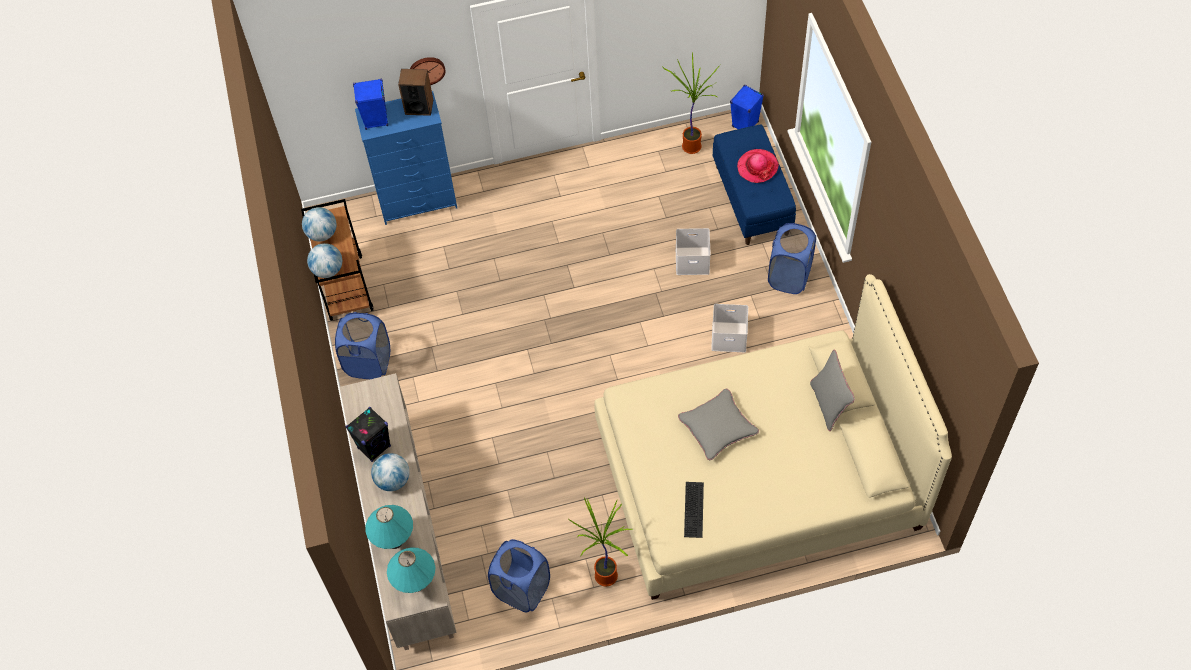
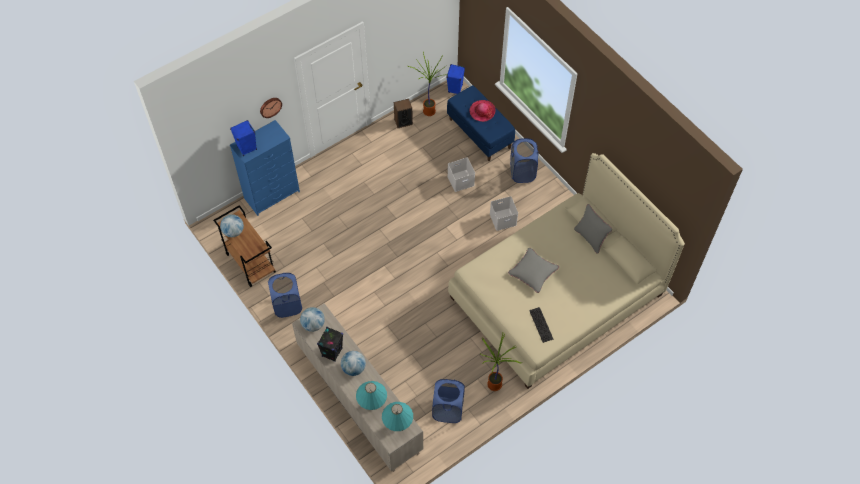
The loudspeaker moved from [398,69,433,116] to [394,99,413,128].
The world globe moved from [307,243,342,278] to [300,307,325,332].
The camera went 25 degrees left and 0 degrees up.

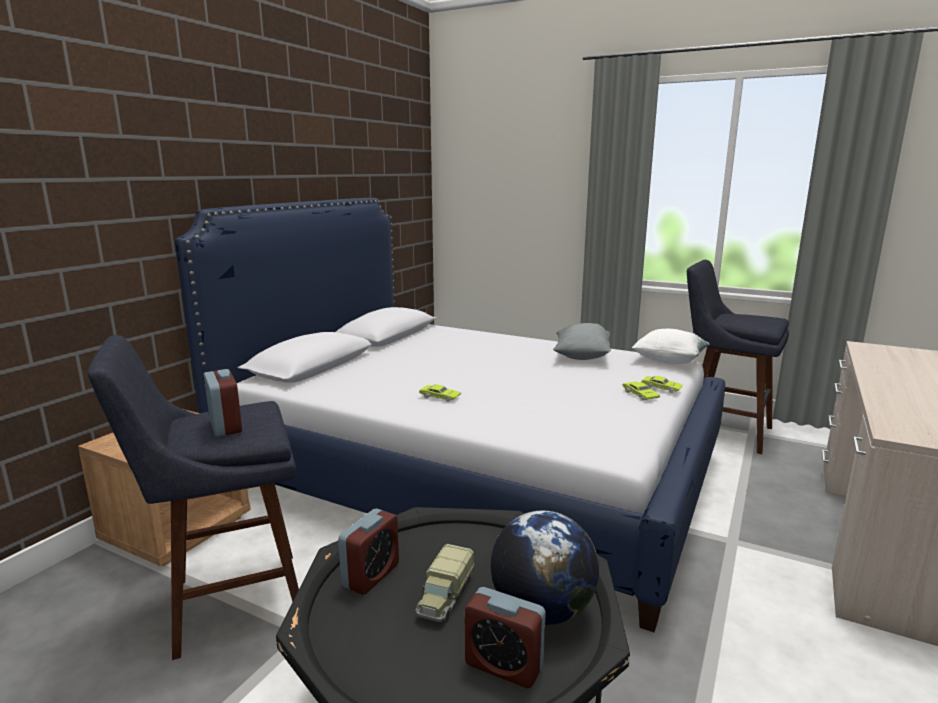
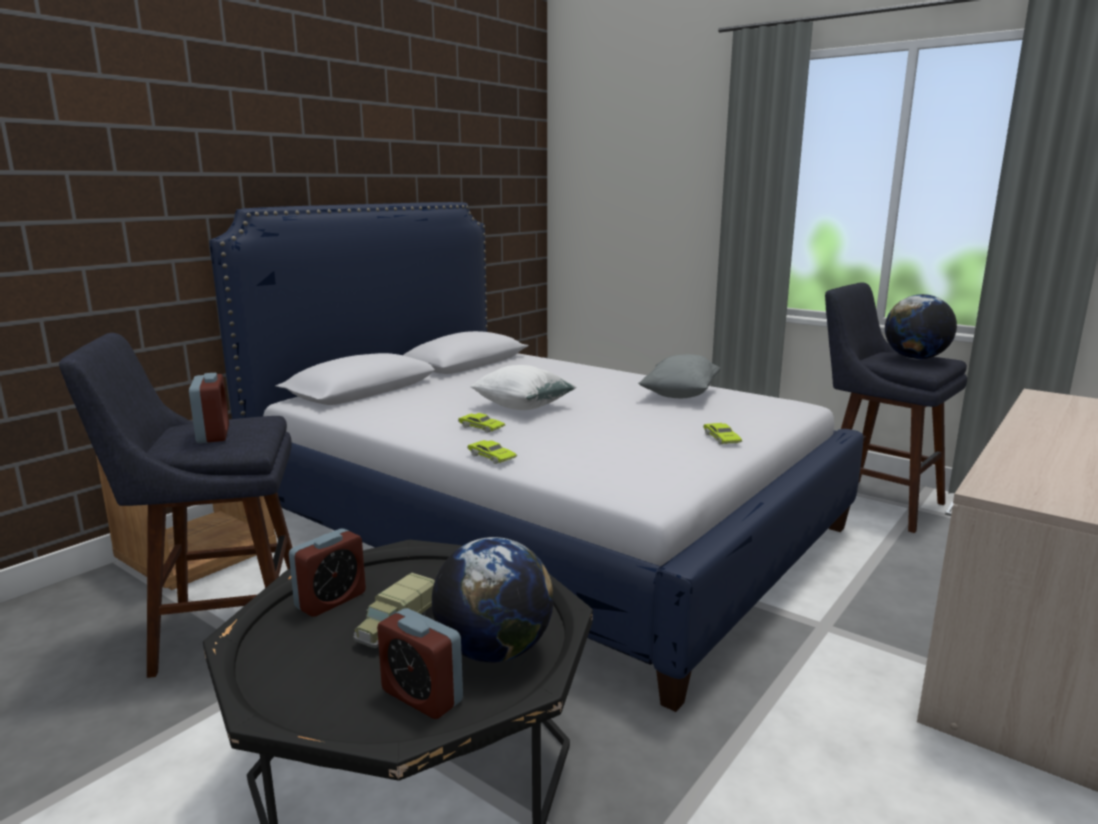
The cushion in whitish moved from [632,329,710,364] to [470,365,577,410].
The model car in green-coloured moved from [641,376,683,393] to [467,440,517,464].
The world globe at [885,294,957,360] appeared.
The camera went 10 degrees right and 0 degrees up.

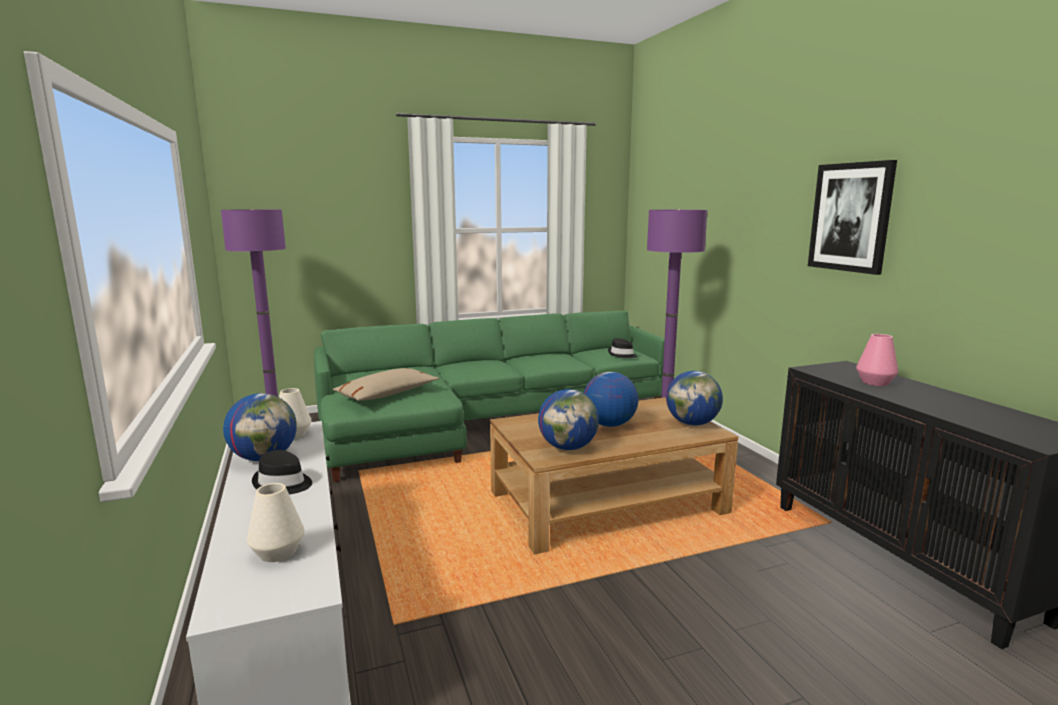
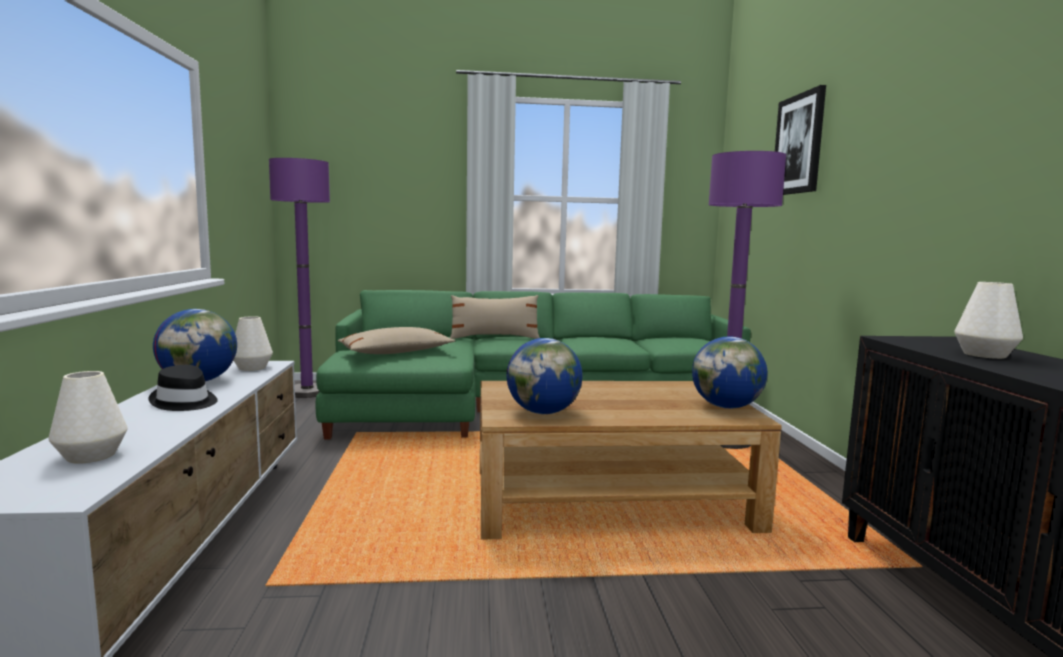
The wall art moved from [808,160,897,275] to [775,85,826,195].
The decorative vase in pink-coloured at [856,334,899,386] became the decorative vase in whitish at [954,282,1023,359].
The clothing hat in black at [608,338,637,358] disappeared.
The world globe at [584,372,638,427] disappeared.
The cushion in beige-coloured at [450,295,540,339] appeared.
The camera went 15 degrees right and 5 degrees down.

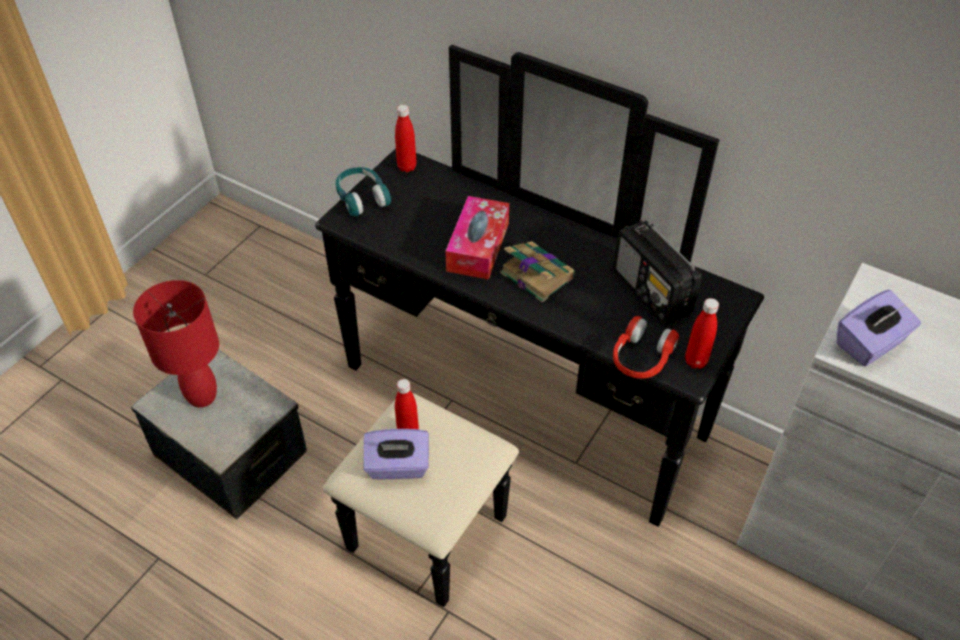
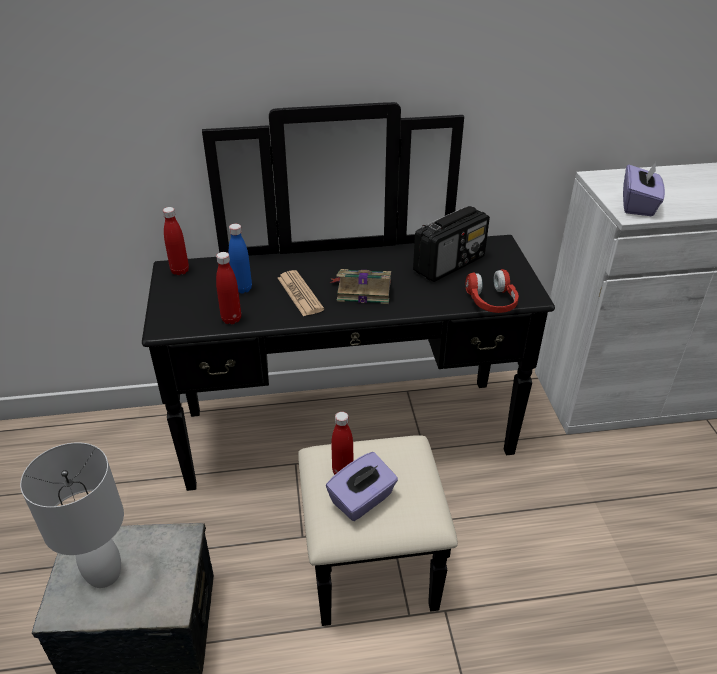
The headphones in blue-green at [335,167,391,217] disappeared.
The tissue holder at [445,196,509,280] was replaced by the daily paper at [278,270,324,317].
The radio at [613,220,702,325] turned 60 degrees counterclockwise.
The tabletop lamp in red at [133,280,219,407] became the tabletop lamp in whitish at [20,442,124,588].
The bottle in red moved from [685,298,719,369] to [216,252,241,324].
The bottle in bluish at [229,224,252,294] appeared.
The camera went 40 degrees left and 10 degrees down.

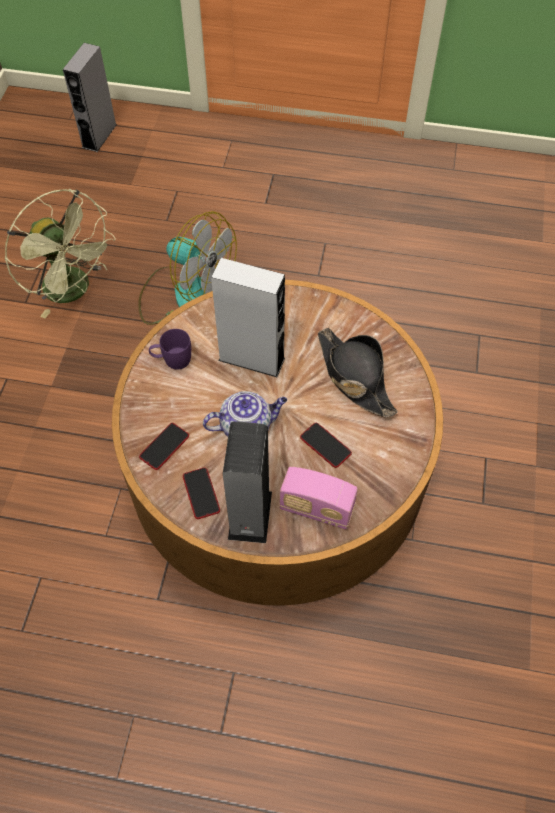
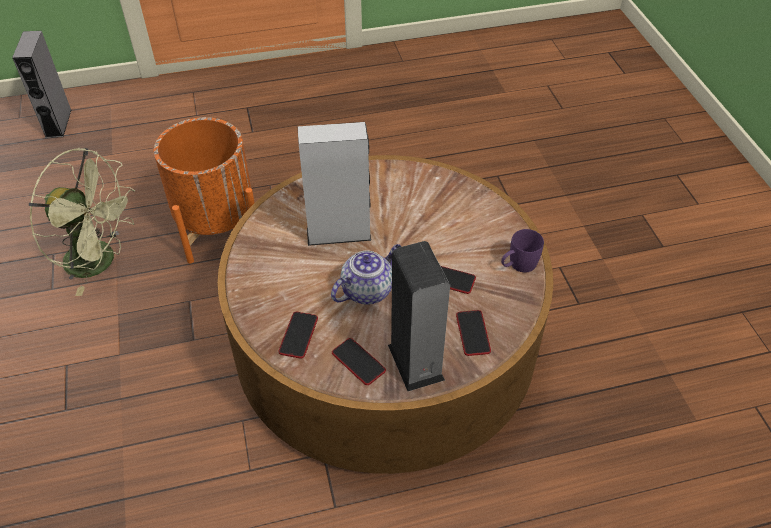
The fan at [138,211,237,325] was replaced by the plant pot in orangey at [154,117,255,264].
The clothing hat in black at [318,328,398,418] disappeared.
The tea mug in purplish moved from [149,329,191,370] to [501,229,544,272].
The radio at [279,467,358,529] was replaced by the phone at [456,310,491,356].
The camera went 25 degrees left and 10 degrees down.

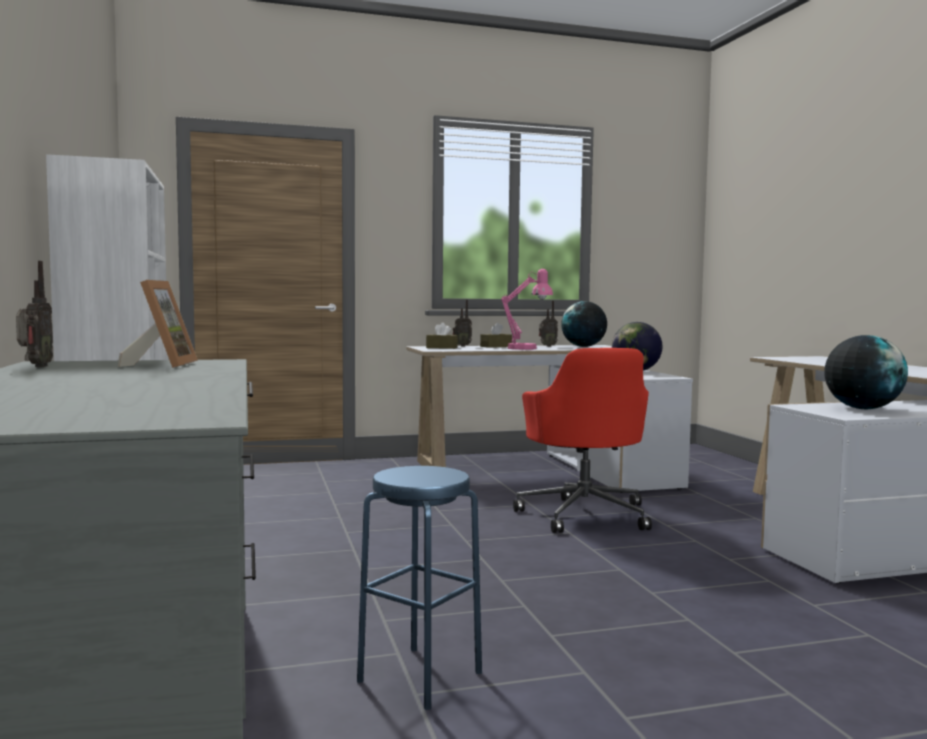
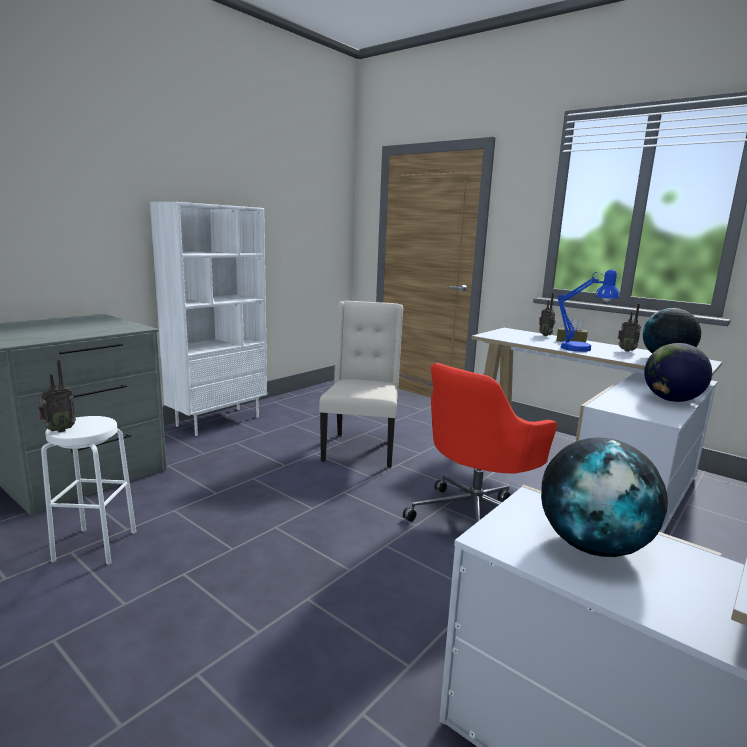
The radio moved from [16,261,53,367] to [38,360,76,433].
The tabletop lamp in pink-coloured at [501,269,553,350] became the tabletop lamp in bluish at [557,269,620,352].
The photo frame at [117,280,198,368] disappeared.
The tissue holder in brown-coloured at [426,322,458,349] disappeared.
The sitting stool in bluish at [357,466,482,710] became the sitting stool in whitish at [41,416,136,565].
The chair in beige-coloured at [319,301,403,467] appeared.
The camera went 55 degrees right and 10 degrees up.

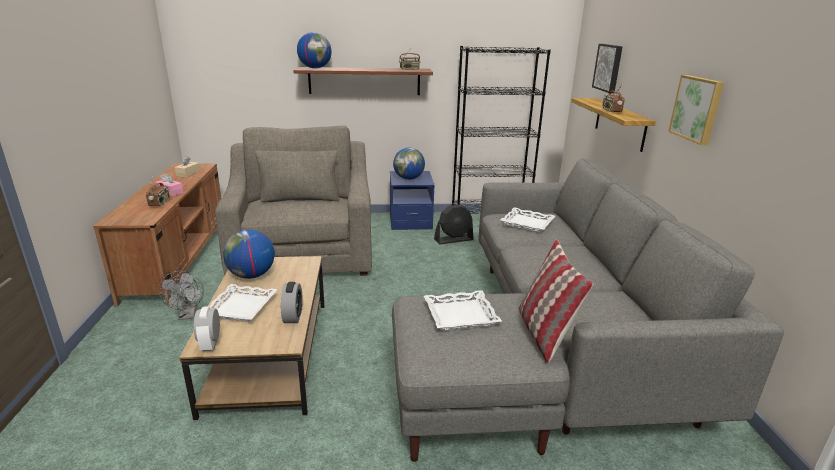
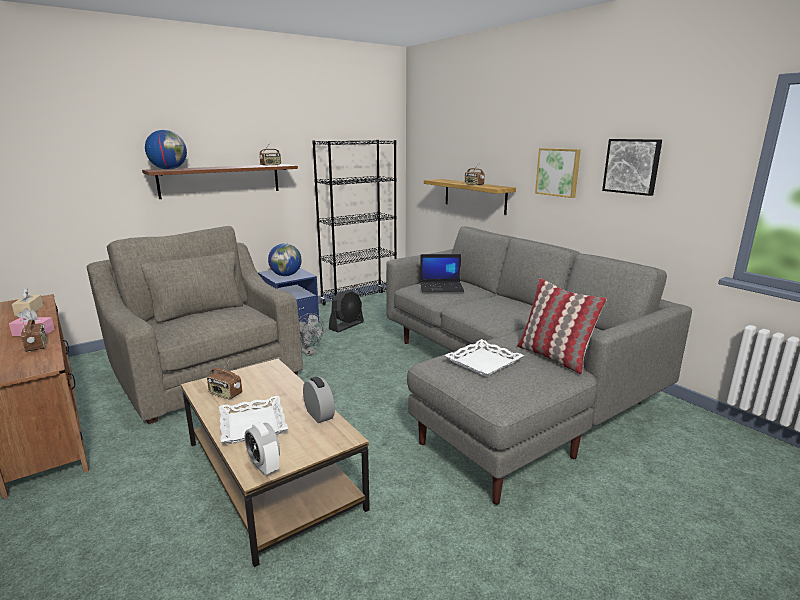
The wall art moved from [592,44,622,93] to [602,139,662,196].
The carrying tray in whitish at [500,207,555,232] was replaced by the portable computer at [420,254,464,293].
The world globe at [223,229,275,279] was replaced by the radio at [207,360,242,400].
The fan in grey moved from [159,271,204,320] to [299,313,324,356].
The camera went 30 degrees left and 5 degrees down.

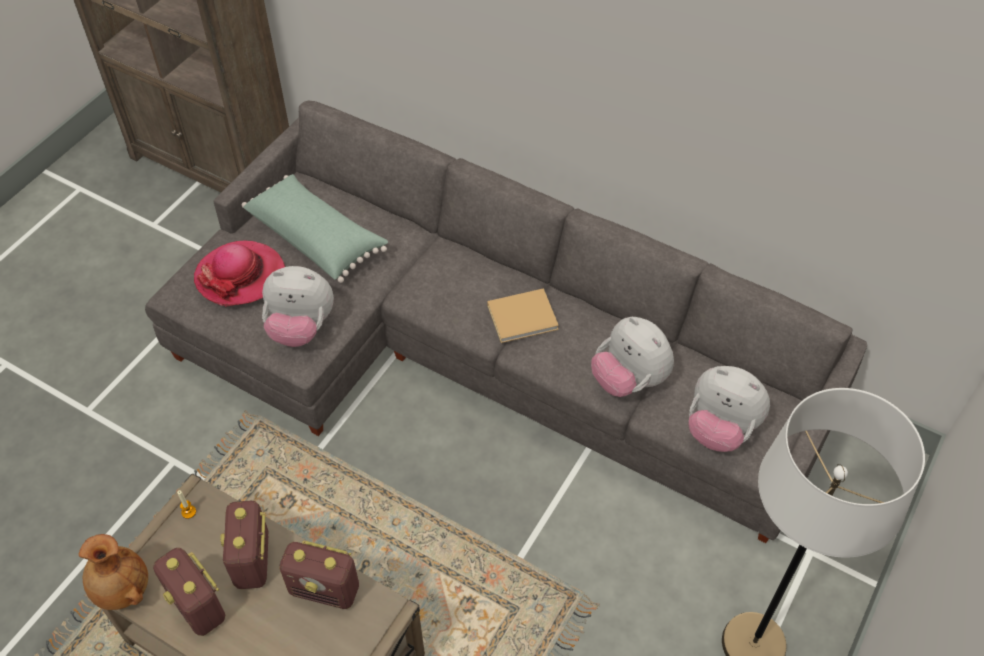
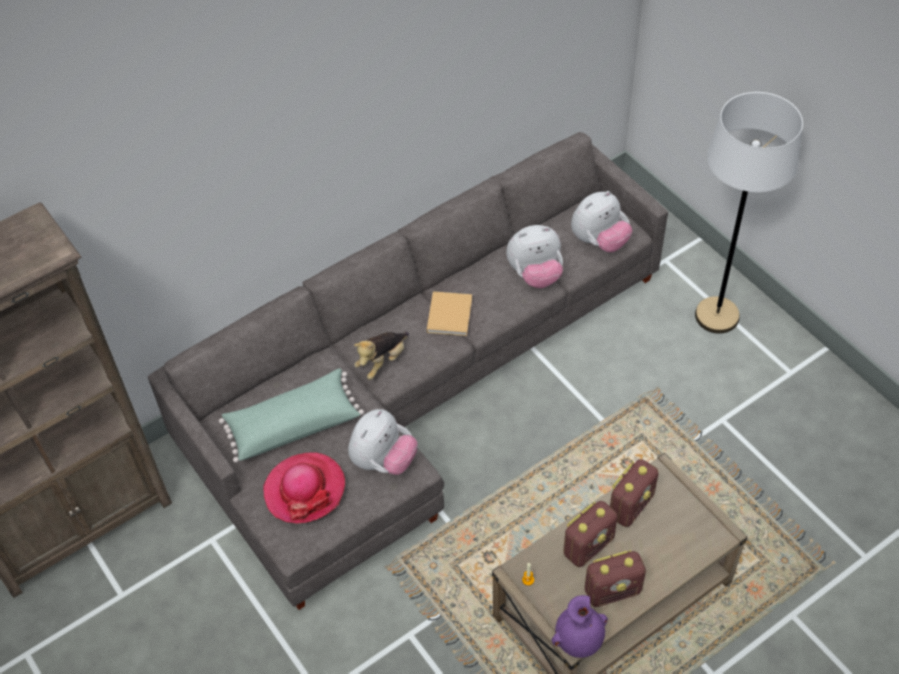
The radio at [220,501,268,589] turned 60 degrees counterclockwise.
The decorative vase in brown-coloured at [79,534,148,610] became the decorative vase in purplish at [551,595,608,658].
The cuddly toy at [354,332,409,380] appeared.
The camera went 65 degrees left and 0 degrees up.

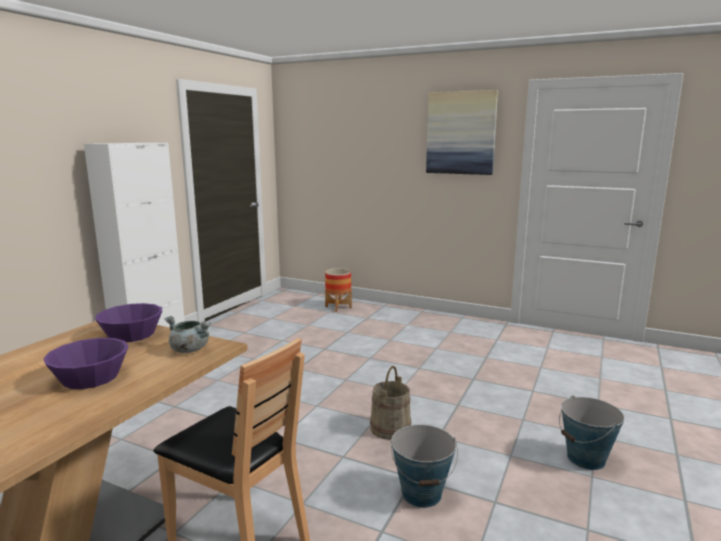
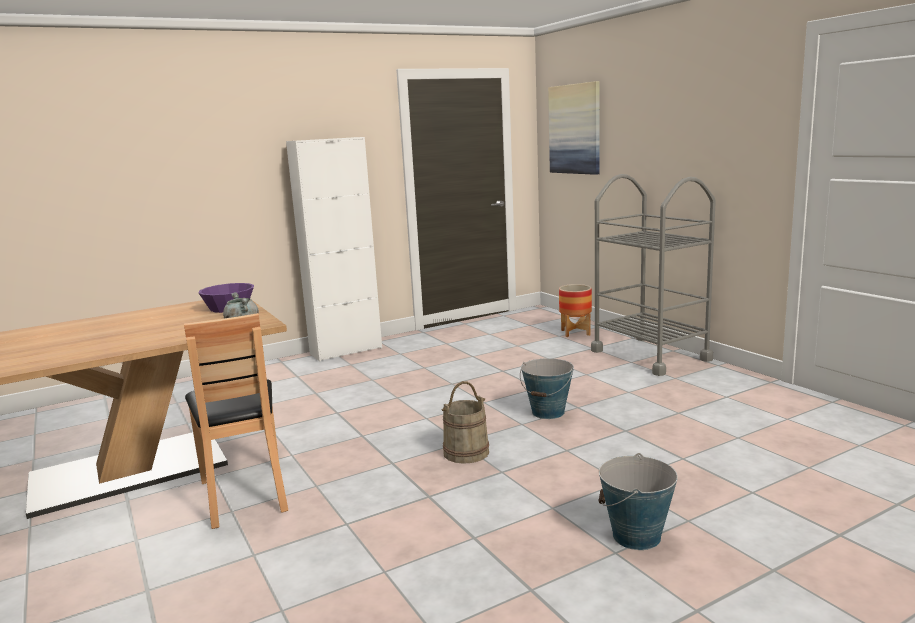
The wall art moved from [426,90,498,175] to [548,81,600,175].
The deep dish in purplish at [43,338,129,389] disappeared.
The pail moved from [391,425,458,508] to [520,358,574,419].
The trolley in grey at [591,174,716,376] appeared.
The camera went 35 degrees right and 0 degrees up.

